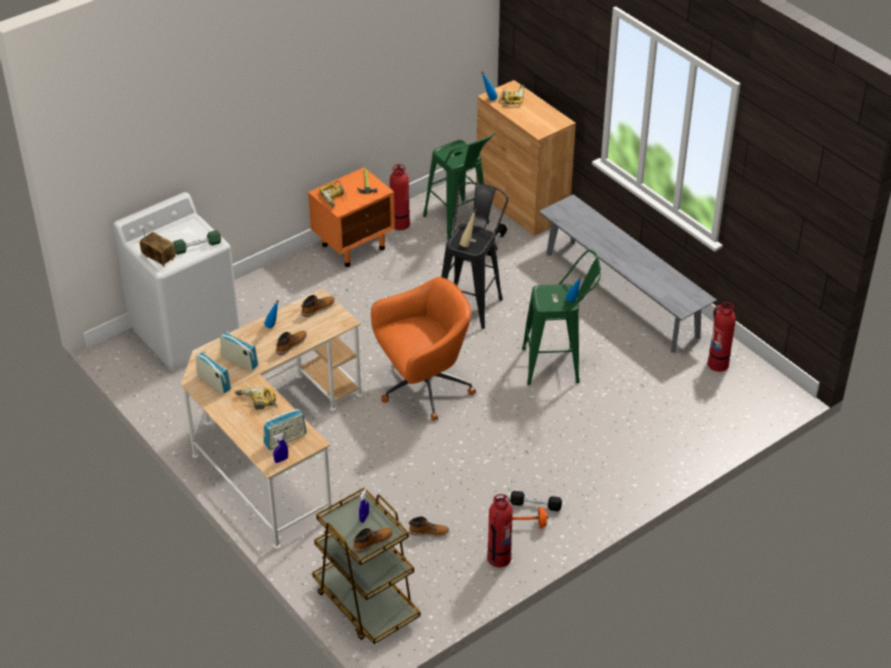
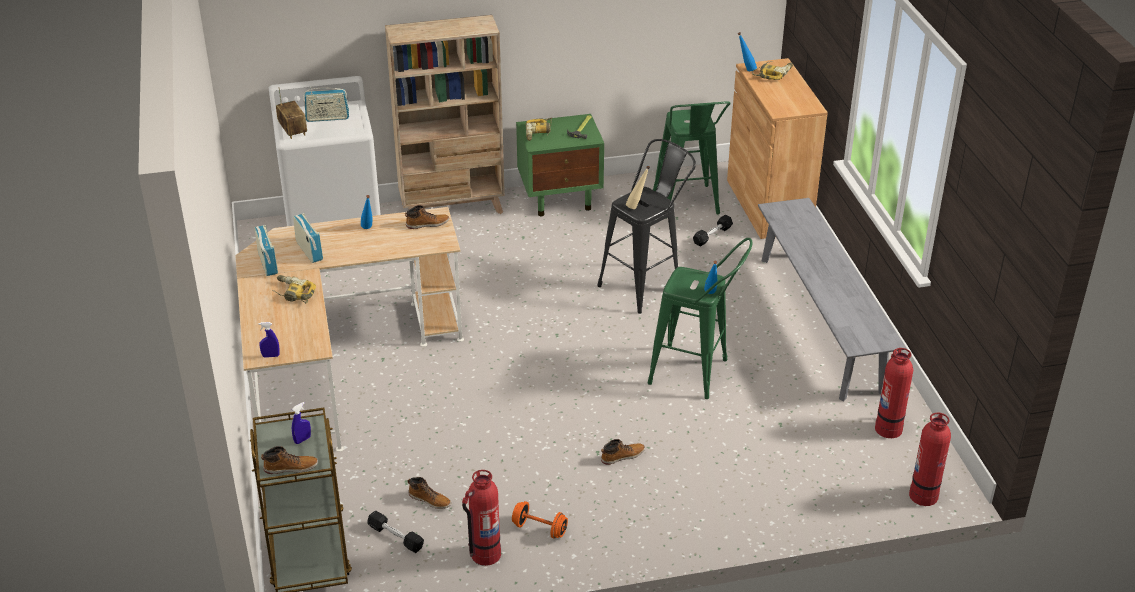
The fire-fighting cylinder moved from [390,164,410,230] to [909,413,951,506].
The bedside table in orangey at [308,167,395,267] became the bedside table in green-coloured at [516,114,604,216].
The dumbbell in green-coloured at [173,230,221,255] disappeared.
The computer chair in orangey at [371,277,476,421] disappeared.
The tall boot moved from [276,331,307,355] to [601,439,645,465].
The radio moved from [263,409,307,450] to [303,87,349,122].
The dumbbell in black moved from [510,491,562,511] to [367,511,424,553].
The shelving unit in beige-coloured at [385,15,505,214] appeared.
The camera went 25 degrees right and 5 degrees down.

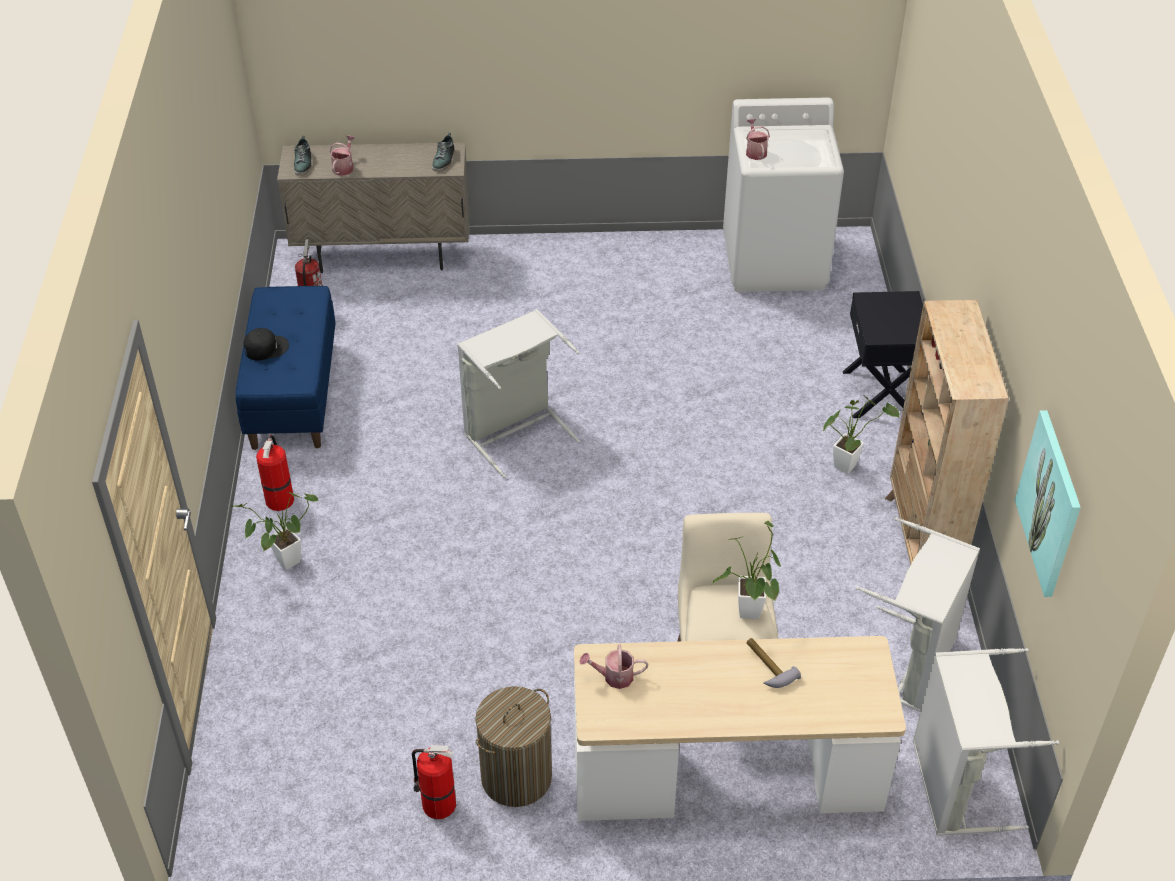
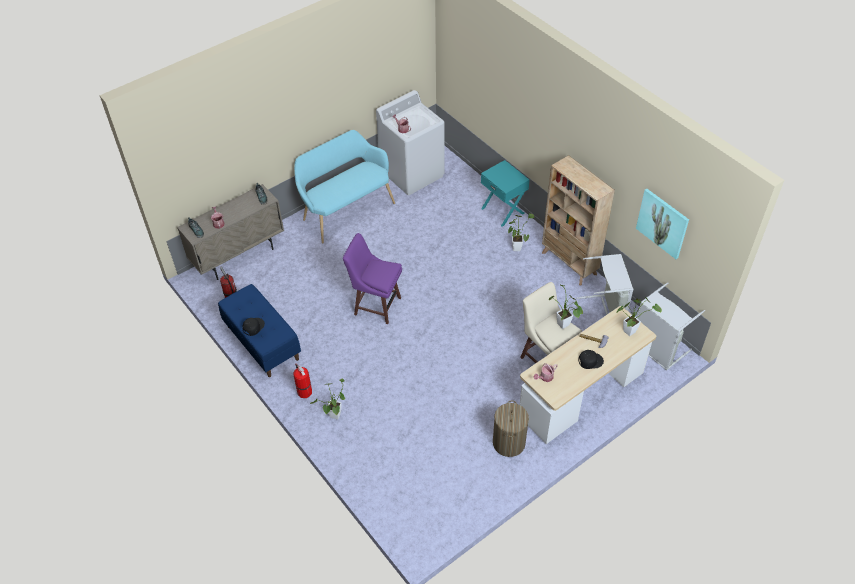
The bedside table in black at [843,291,923,418] became the bedside table in blue-green at [481,160,530,227].
The washing basket in grey at [457,309,580,478] was replaced by the sitting stool in purplish at [343,233,402,324].
The fire-fighting cylinder at [412,745,456,819] disappeared.
The long seat in blue-green at [294,130,395,243] appeared.
The plant in a pot at [617,296,662,336] appeared.
The cap in black at [578,350,604,369] appeared.
The camera went 35 degrees left and 5 degrees up.

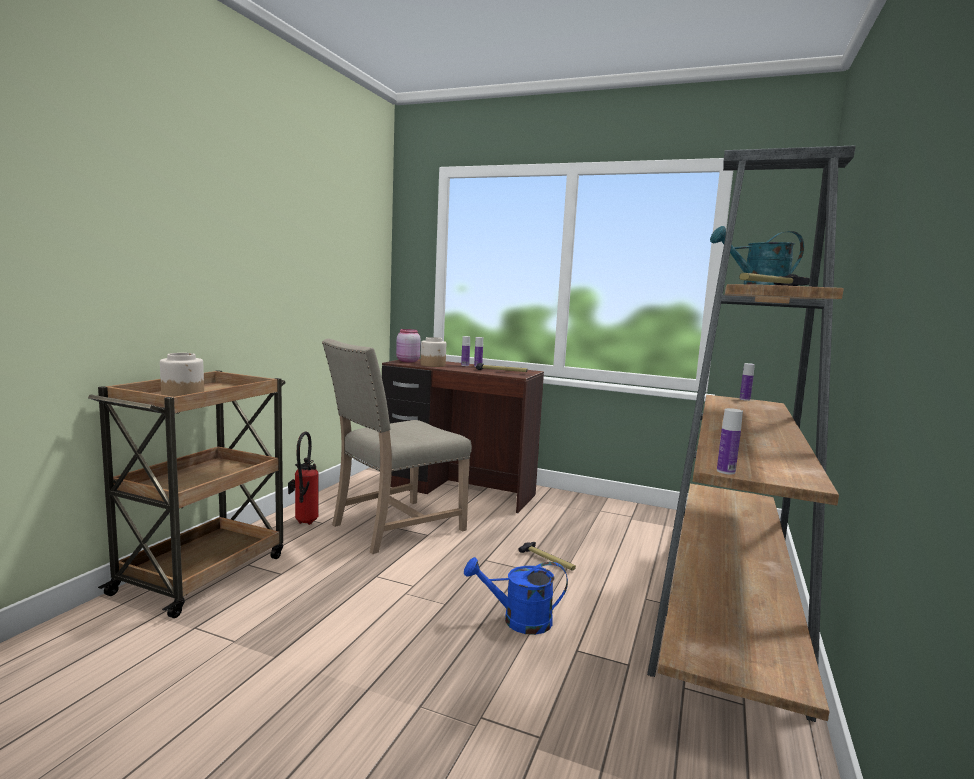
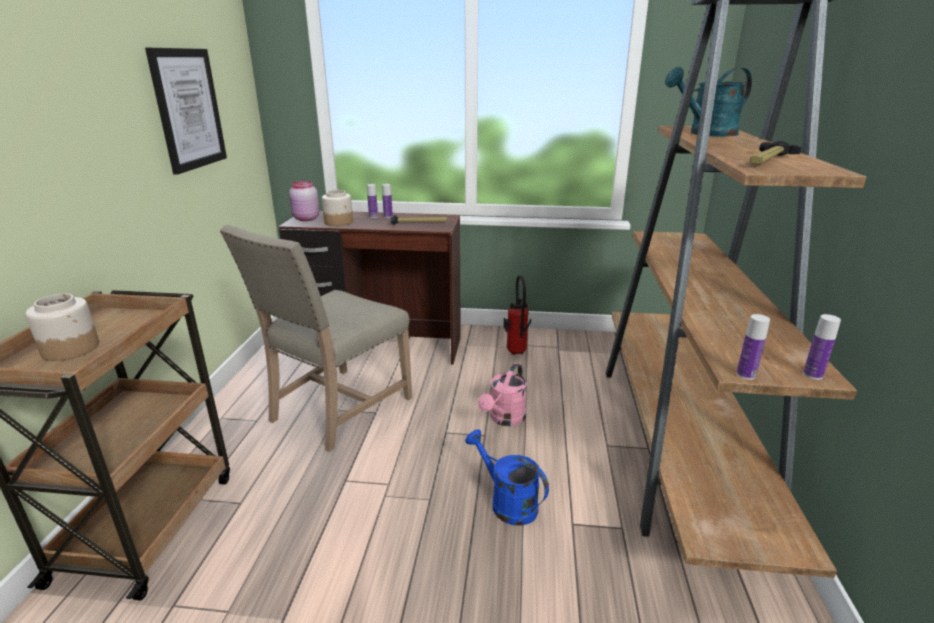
The bottle moved from [740,363,755,401] to [803,314,841,380].
The fire-fighting cylinder moved from [288,432,319,525] to [504,275,531,355].
The tool hammer at [519,542,576,571] was replaced by the watering can in pink-coloured at [478,363,527,426].
The watering can in bluish at [464,557,568,635] turned 60 degrees clockwise.
The wall art at [145,48,227,175] appeared.
The camera went 15 degrees left and 15 degrees up.

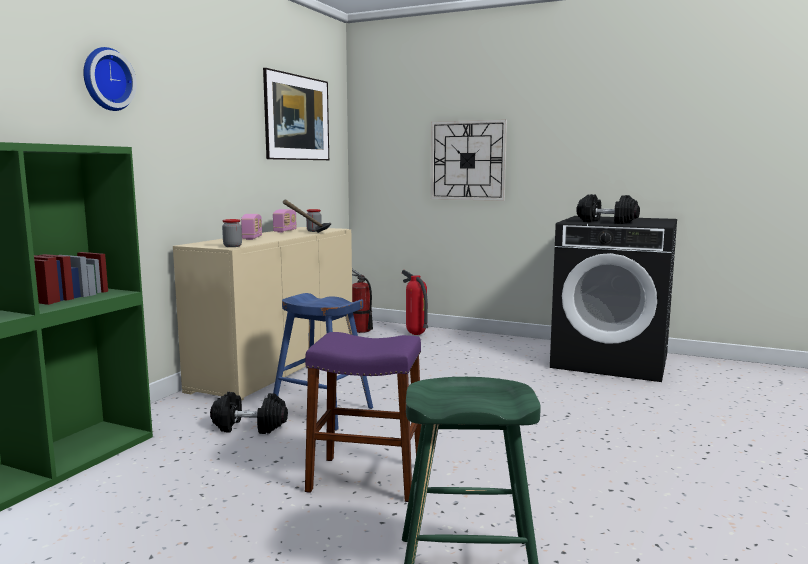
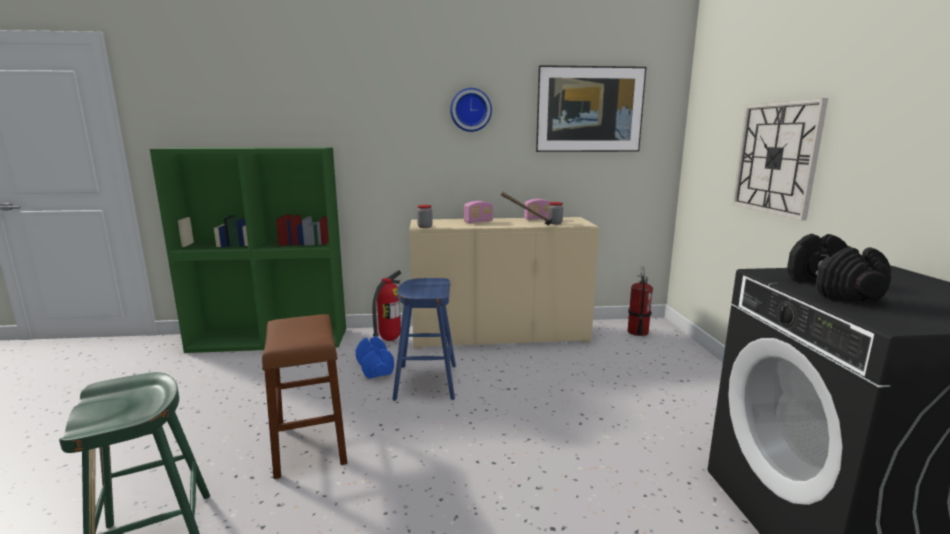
The hanging clock moved from [83,47,137,111] to [450,88,492,132].
The fire-fighting cylinder moved from [402,270,428,335] to [372,270,401,341].
The sitting stool in purplish at [305,332,422,502] became the sitting stool in brown-coloured at [262,314,347,479].
The dumbbell in black at [210,392,288,434] became the dumbbell in bluish at [356,336,394,379].
The camera went 60 degrees right and 5 degrees up.

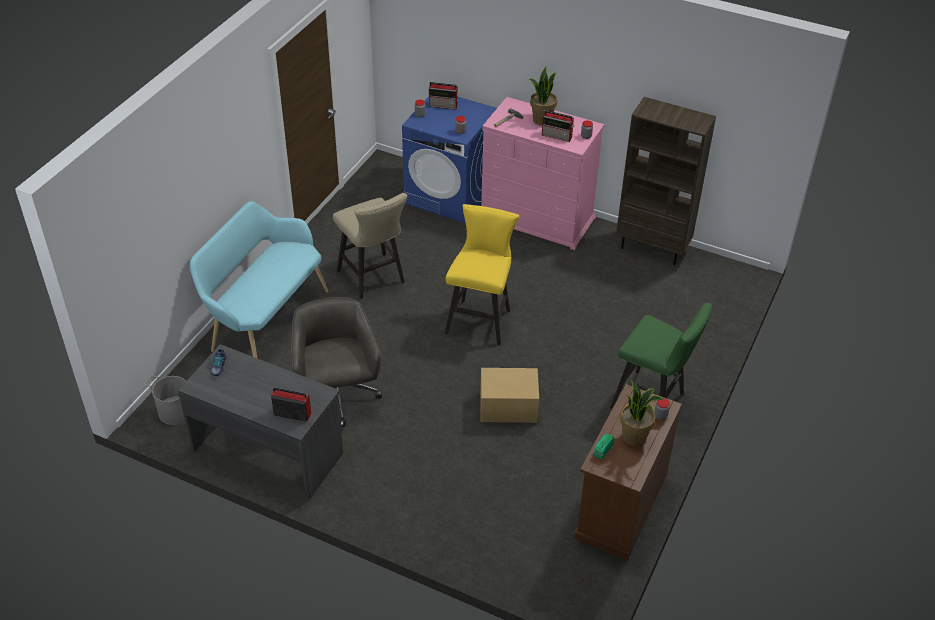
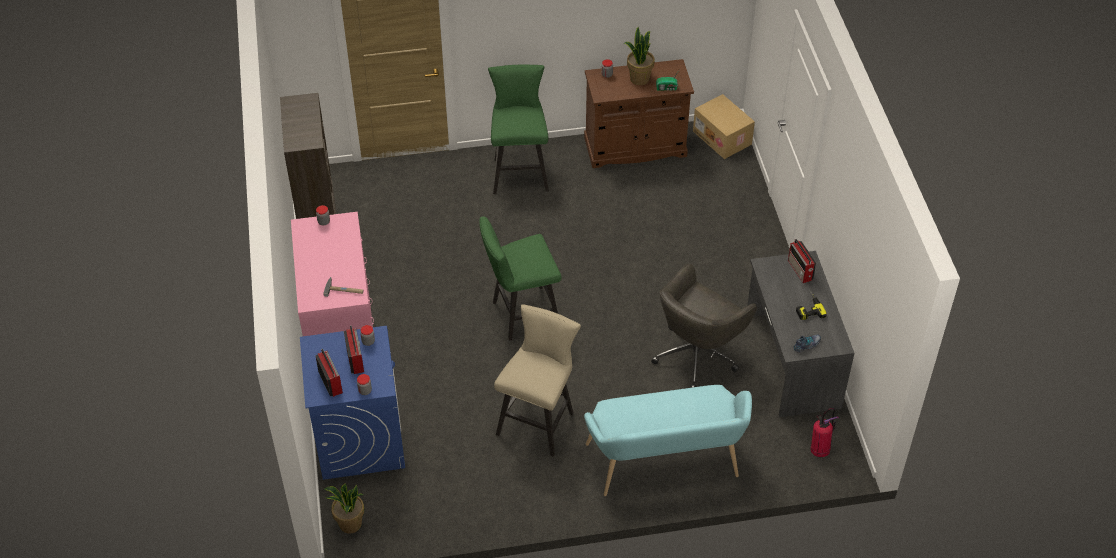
The plant in a pot moved from [529,67,557,126] to [324,483,364,533].
The radio moved from [542,110,574,142] to [344,326,364,374].
The sitting stool in yellow-coloured at [445,204,520,345] became the sitting stool in green-coloured at [479,216,561,341].
The carton moved from [480,368,539,423] to [693,94,755,159].
The pail in grey at [145,375,186,425] was replaced by the fire-fighting cylinder at [810,408,839,457].
The power drill at [796,290,827,320] appeared.
The camera went 125 degrees left and 5 degrees up.

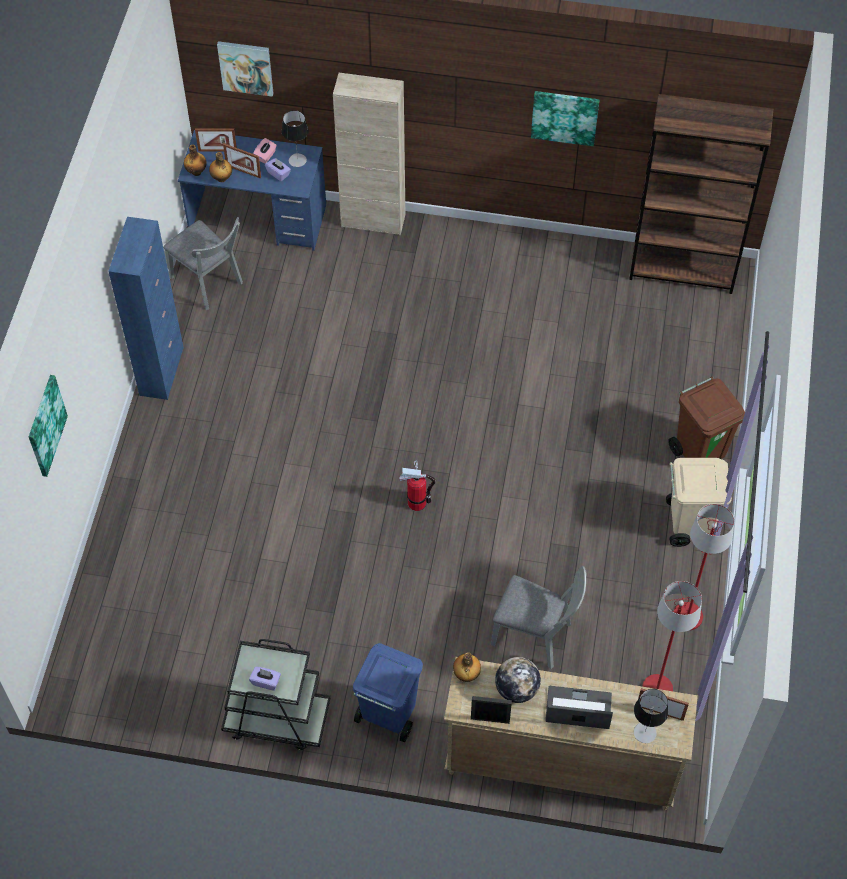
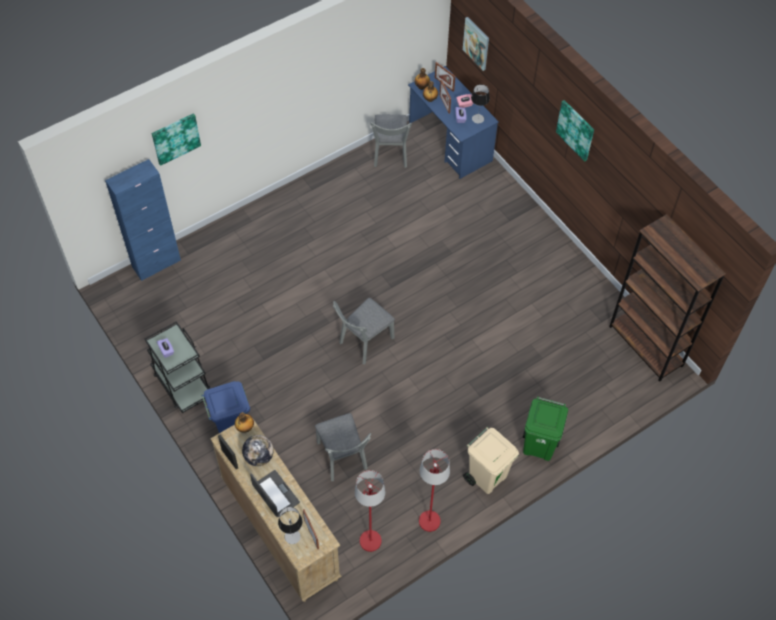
The cupboard in beige-coloured at [333,73,405,235] disappeared.
The wall art moved from [531,91,599,146] to [556,100,594,161].
The cupboard in bluish moved from [108,217,184,400] to [105,159,181,281].
The waste bin in brown-coloured at [668,377,745,459] became the waste bin in green-coloured at [523,397,568,461].
The fire-fighting cylinder at [399,461,436,511] was replaced by the chair in grey at [333,298,395,365].
The camera went 45 degrees right and 0 degrees up.

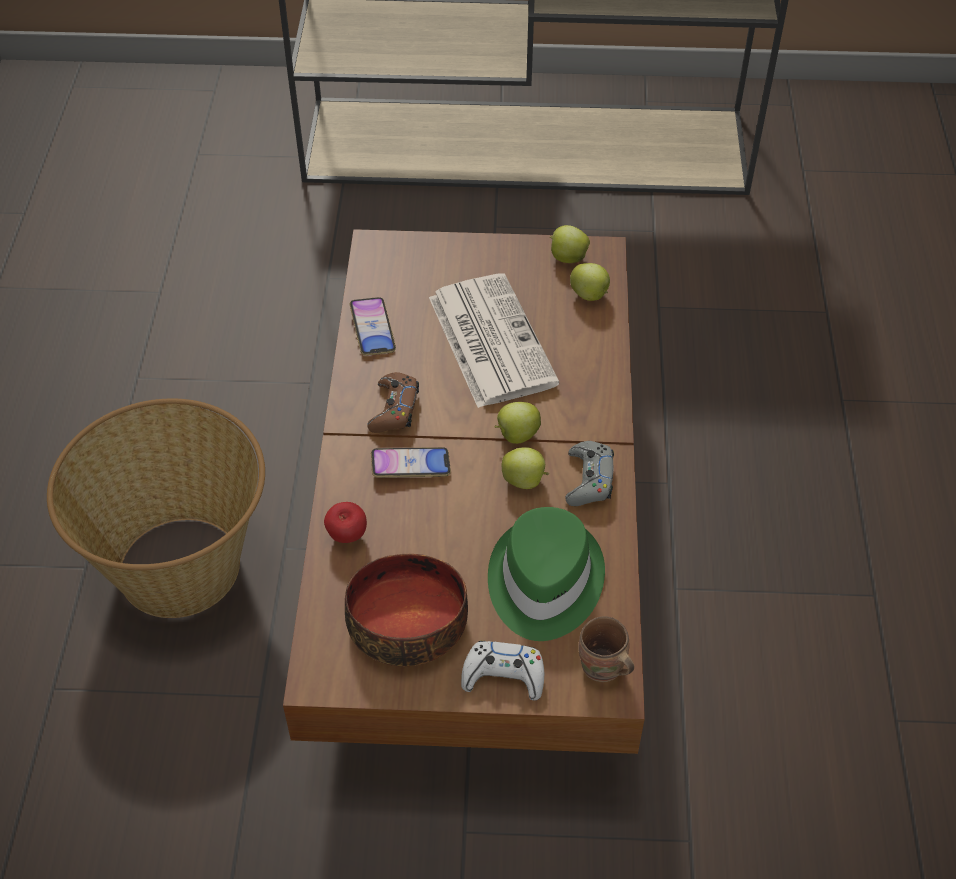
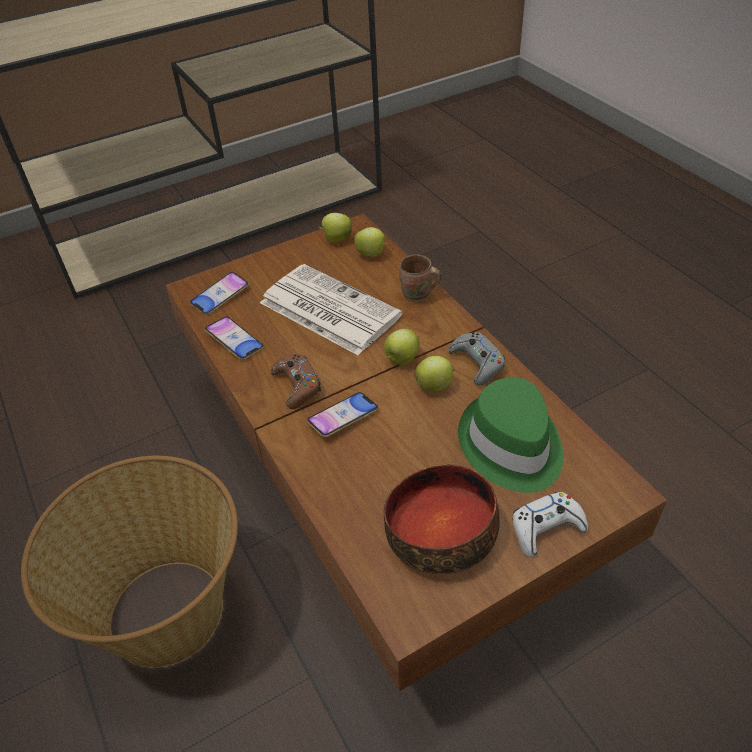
The apple at [324,502,367,543] disappeared.
The tea mug in brown-coloured moved from [578,616,634,682] to [399,254,441,302].
The phone at [190,272,249,316] appeared.
The camera went 30 degrees left and 5 degrees down.

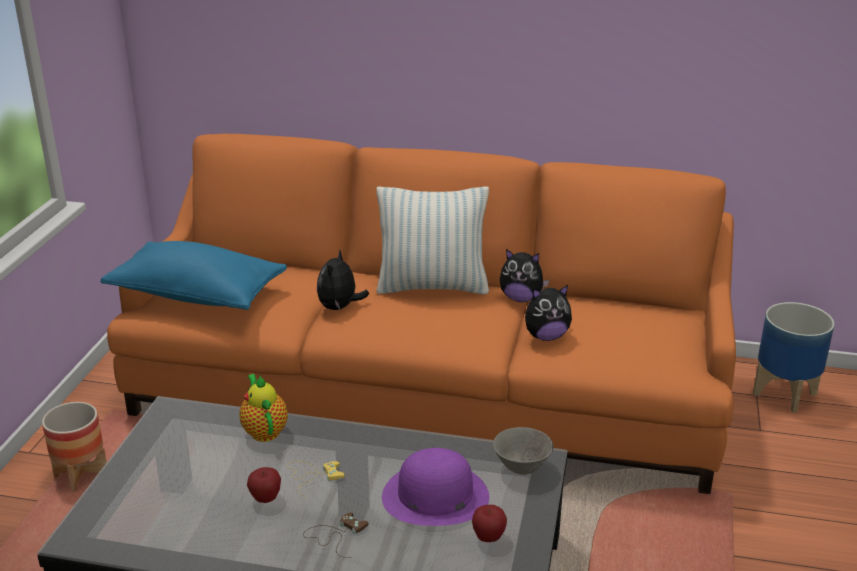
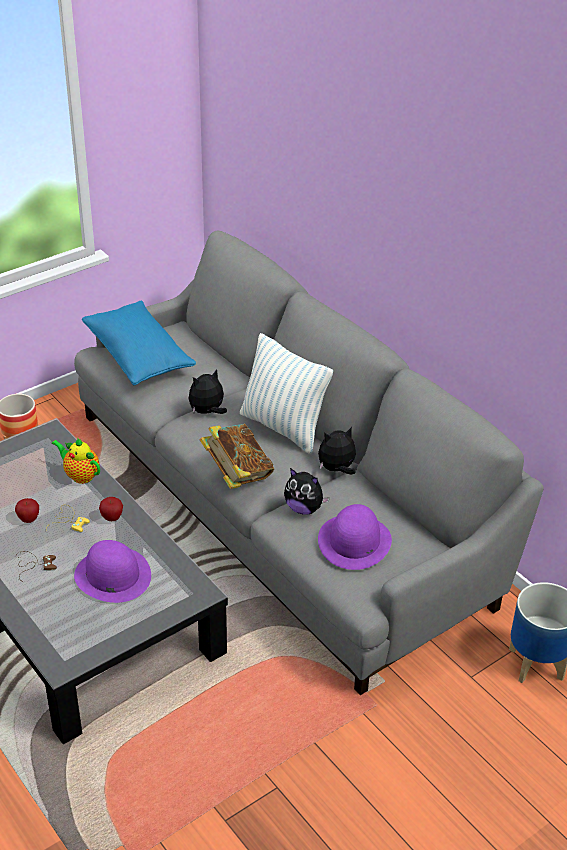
The couch in orangey at [107,134,736,494] became the couch in grey at [74,230,543,695].
The cuddly toy at [500,249,549,302] turned 105 degrees clockwise.
The teapot at [239,374,288,442] turned 75 degrees counterclockwise.
The deep dish in grey at [493,427,554,475] disappeared.
The apple moved from [472,505,507,542] to [99,497,123,521].
The bound book at [200,424,275,489] appeared.
The clothing hat in purplish at [318,504,392,570] appeared.
The camera went 40 degrees right and 10 degrees up.

